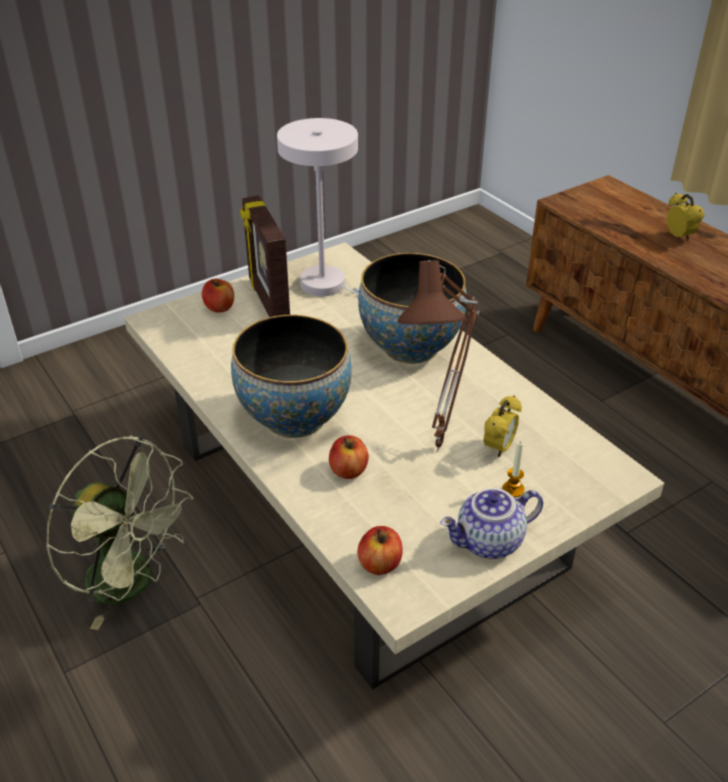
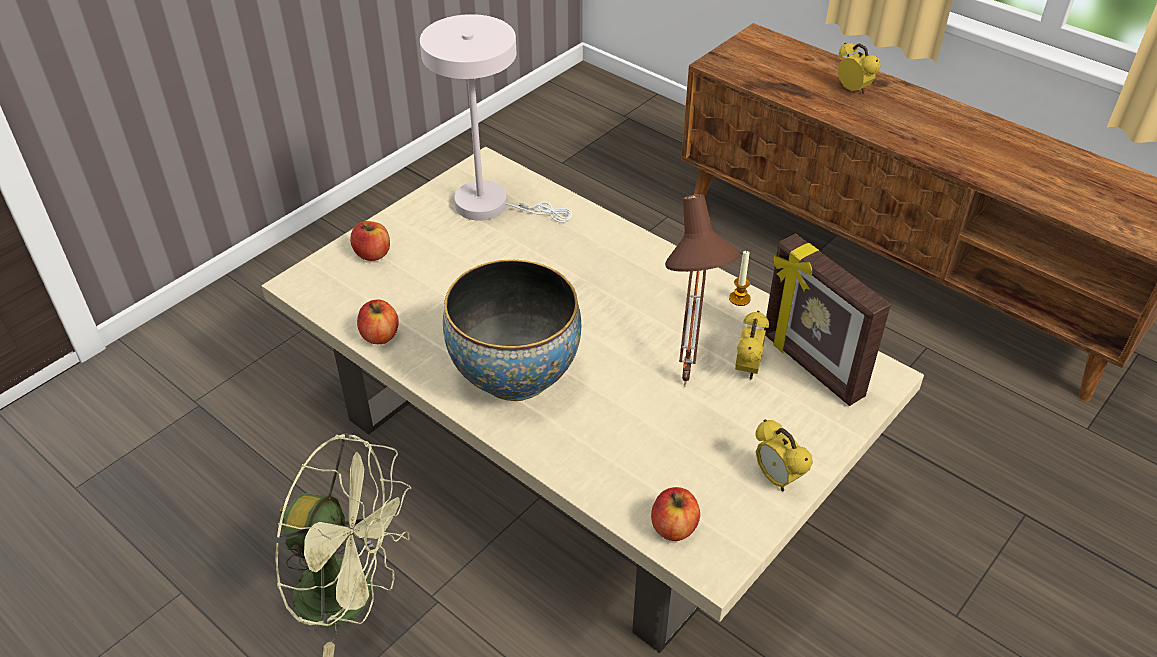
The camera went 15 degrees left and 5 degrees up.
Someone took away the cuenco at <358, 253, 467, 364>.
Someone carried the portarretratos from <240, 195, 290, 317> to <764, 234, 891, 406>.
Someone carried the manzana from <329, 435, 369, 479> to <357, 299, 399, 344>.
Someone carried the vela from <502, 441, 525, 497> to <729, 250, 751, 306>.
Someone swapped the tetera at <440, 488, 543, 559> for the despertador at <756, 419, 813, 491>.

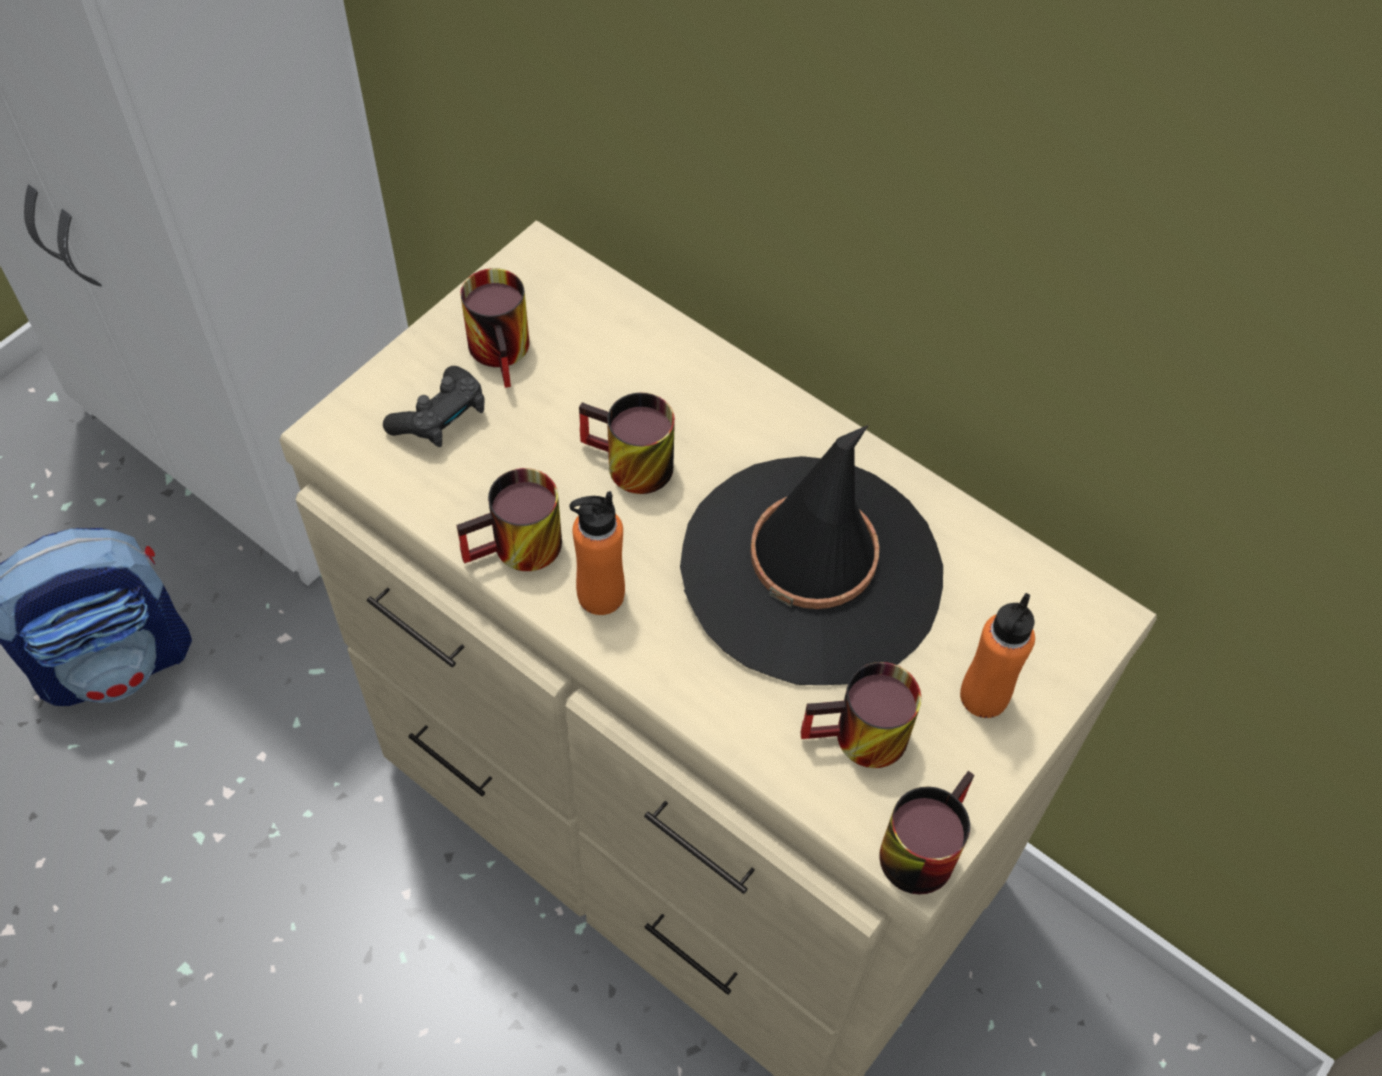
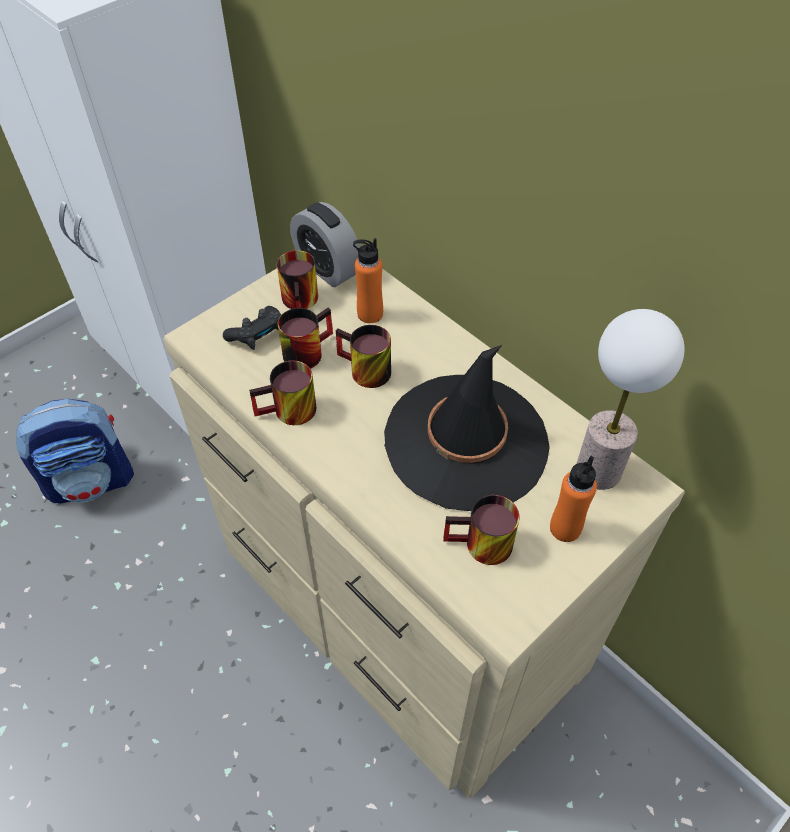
The camera went 10 degrees right and 5 degrees down.
Someone put down the despertador at <290, 202, 360, 287>.
Someone put down the lámpara de mesa at <577, 309, 685, 490>.
Someone carried the botella/naranja from <569, 491, 625, 615> to <353, 238, 383, 323>.
Someone carried the taza grande from <879, 771, 974, 894> to <278, 308, 333, 369>.

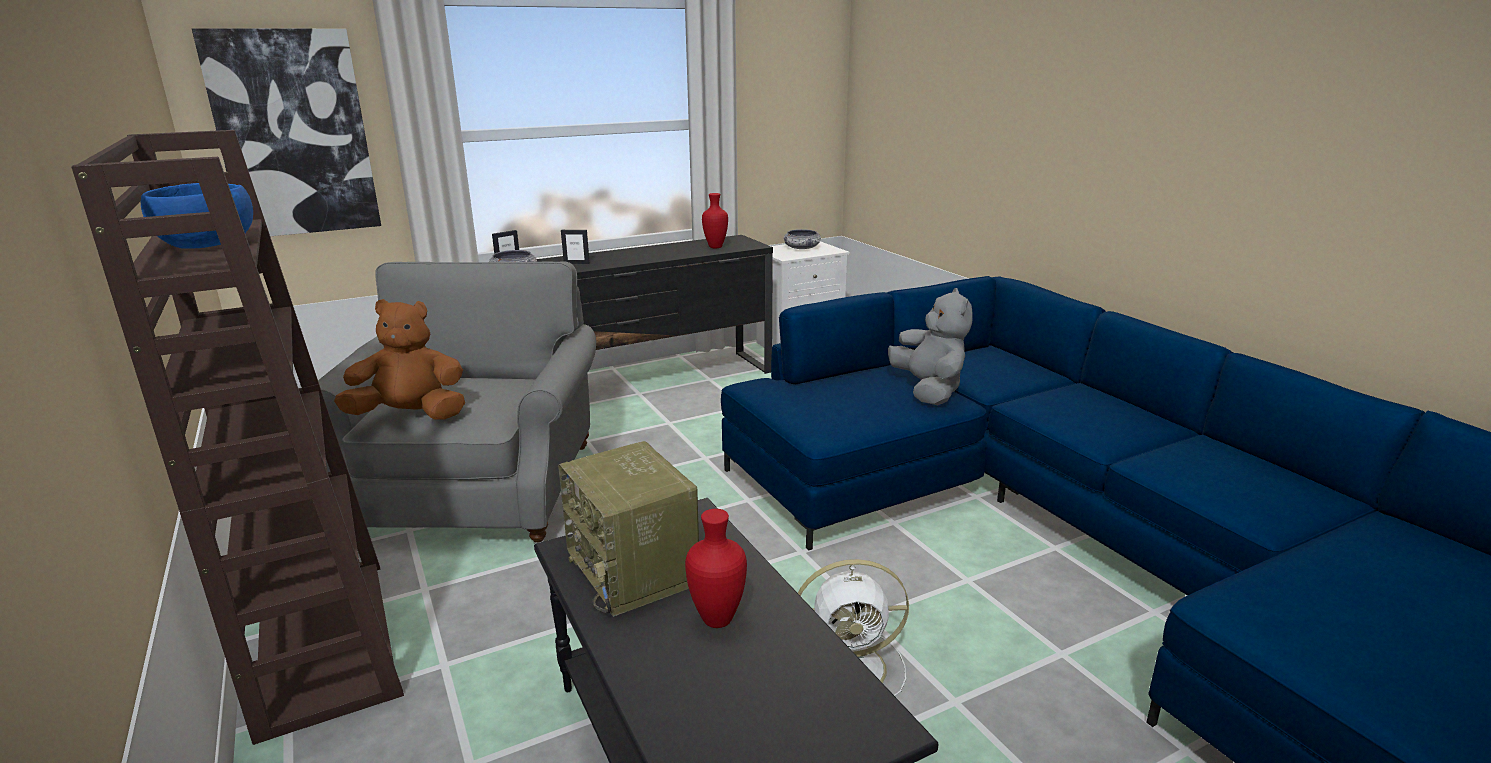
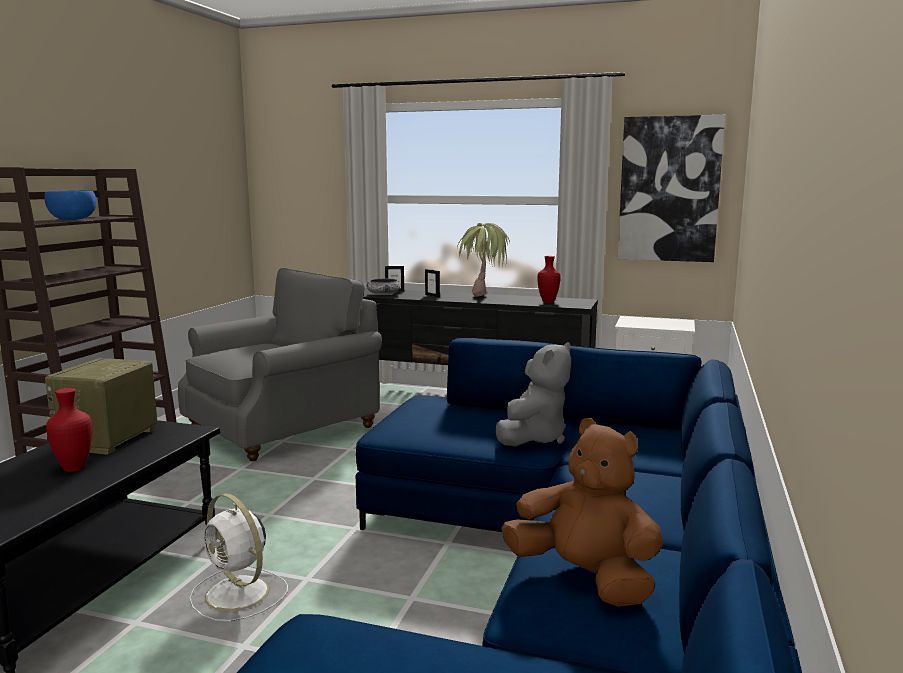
The camera went 45 degrees right and 10 degrees down.
Someone took away the cuenco at <783, 229, 821, 249>.
Someone put down the planta en maceta at <457, 223, 510, 297>.
Someone carried the cuadro from <192, 28, 381, 236> to <617, 115, 725, 262>.
Someone carried the peluche/marrón from <334, 299, 465, 420> to <501, 418, 663, 607>.

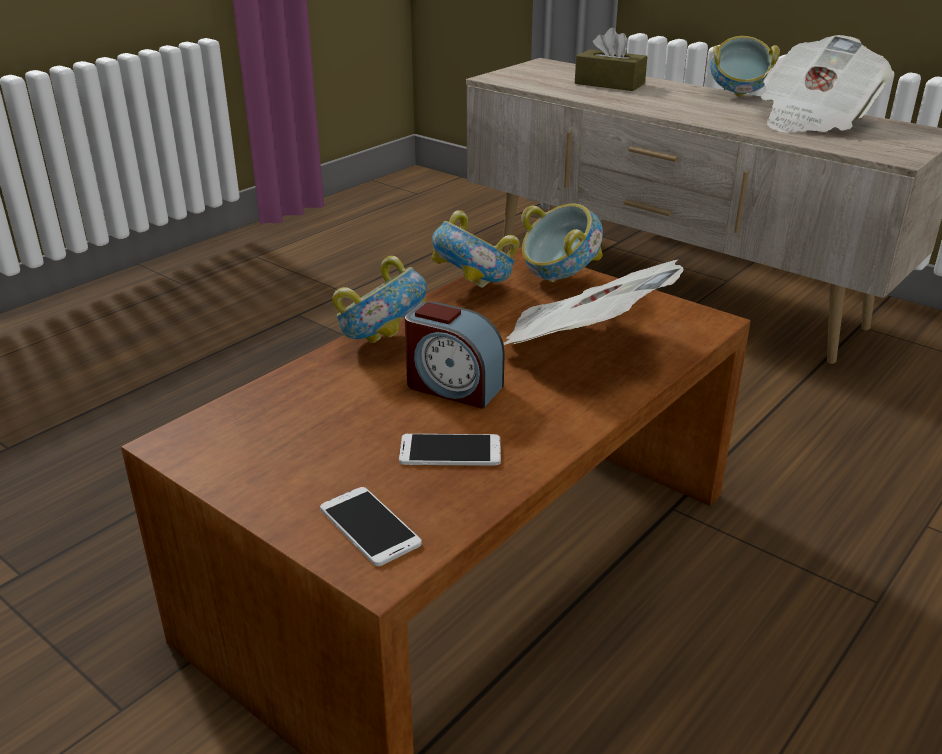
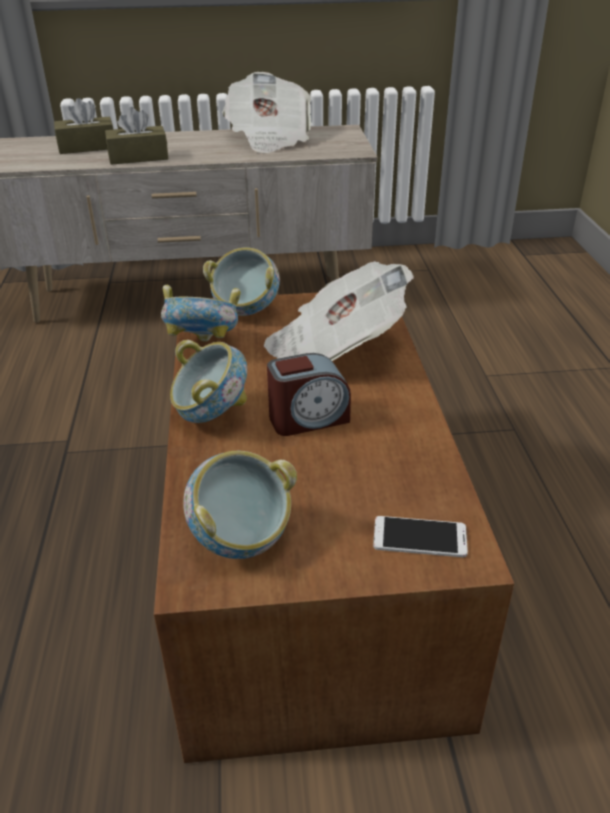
The camera went 45 degrees left and 5 degrees up.
Someone took away the móvil at <399, 434, 501, 466>.
Someone put down the caja de pañuelos/marrón at <105, 107, 169, 165>.
Someone carried the cuenco from <710, 36, 780, 97> to <183, 451, 297, 559>.

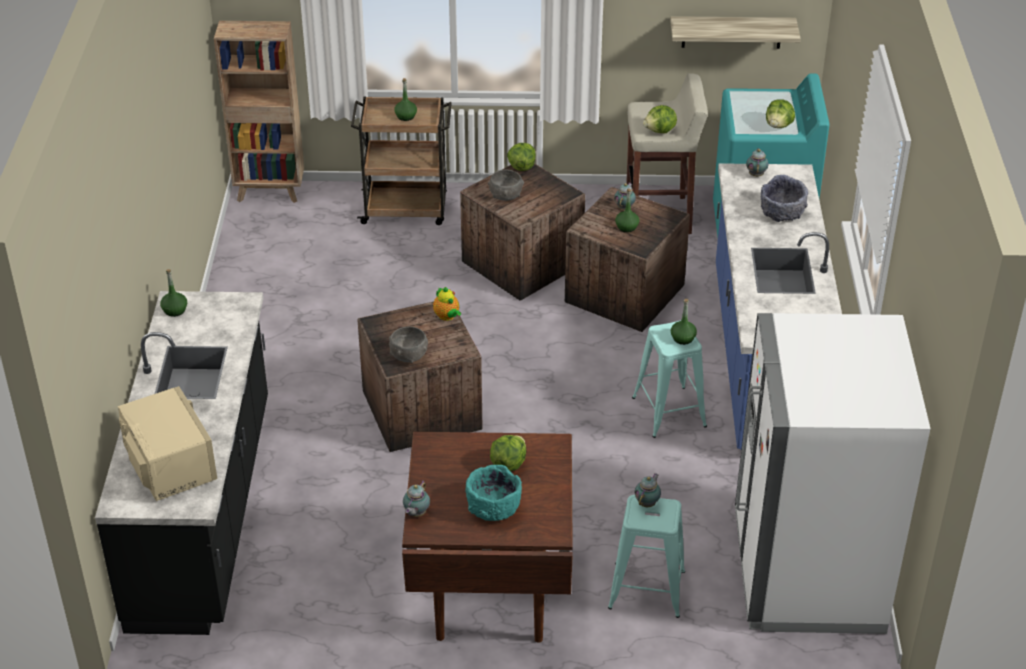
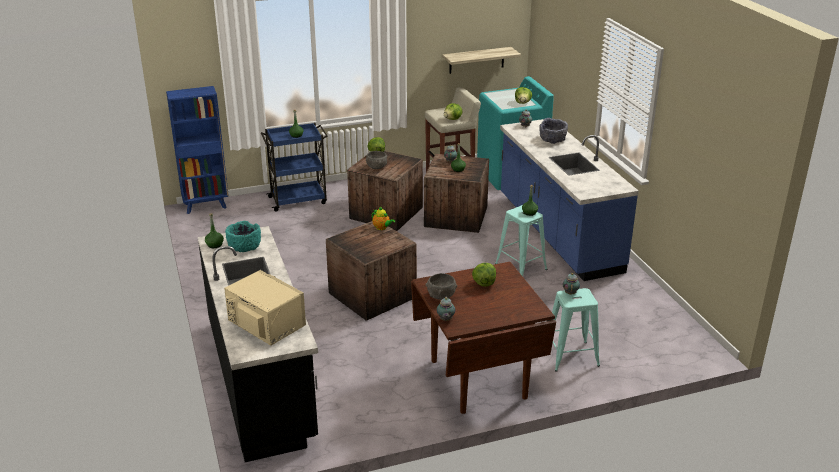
The camera went 20 degrees left and 10 degrees down.
Someone took away the nevera/blanco at <735, 313, 930, 634>.
Someone carried the cuenco/gris from <389, 326, 428, 363> to <425, 273, 457, 300>.
Someone carried the cuenco/turquesa from <465, 465, 522, 521> to <225, 221, 261, 252>.
Someone repainted the estantería/marrón at <214, 21, 304, 203>, which became the estantería/azul at <166, 86, 229, 214>.
Someone repainted the carrito/marrón at <351, 96, 452, 225>, which became the carrito/azul at <261, 123, 327, 212>.

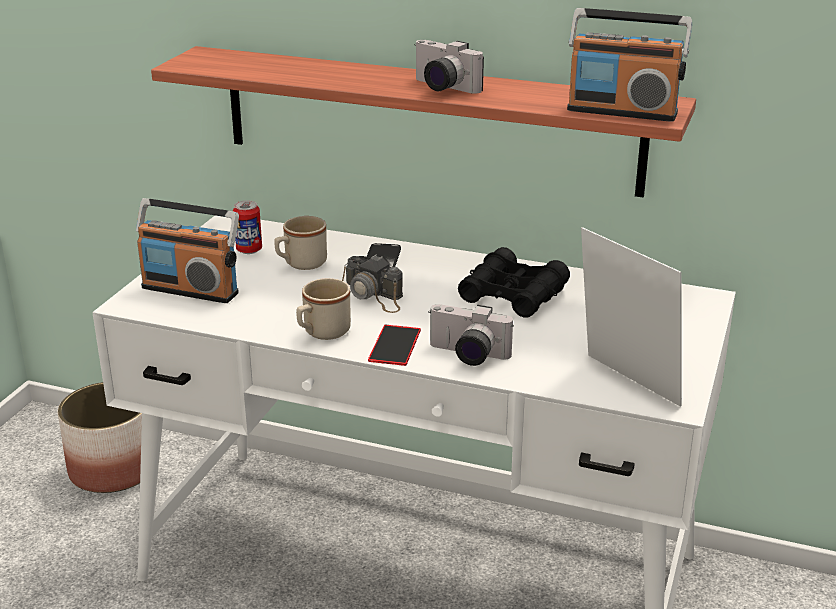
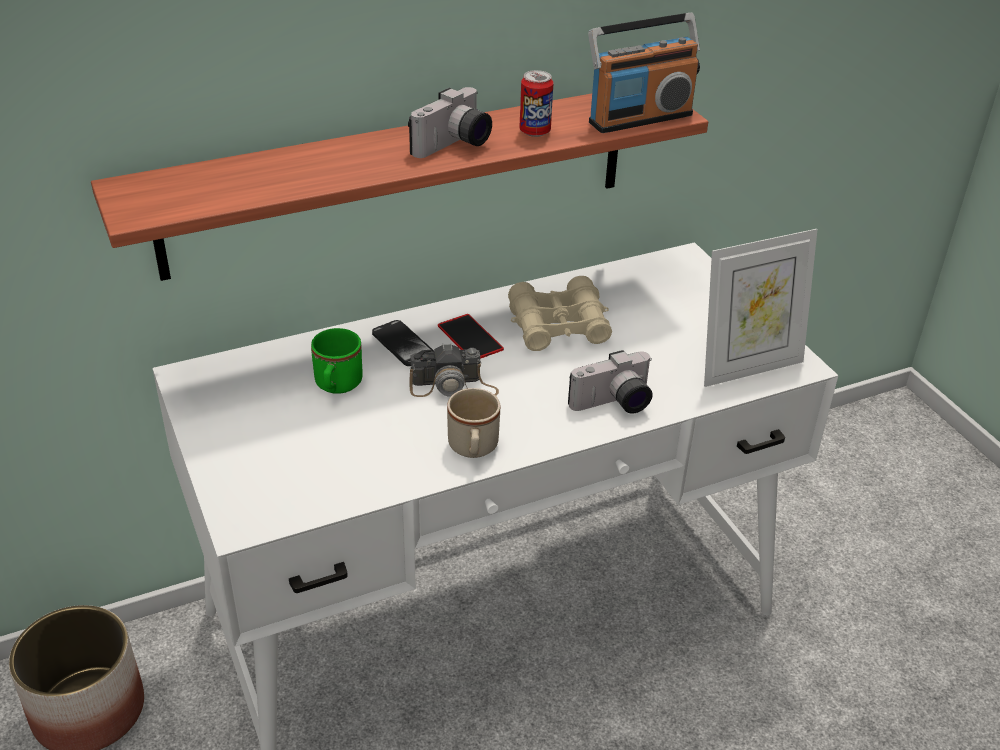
The camera went 45 degrees left and 10 degrees up.
Someone took away the radio at <136, 198, 239, 303>.
Someone carried the lata from <233, 200, 262, 254> to <519, 70, 554, 137>.
Someone carried the móvil from <368, 325, 421, 366> to <438, 314, 504, 359>.
Someone repainted the taza grande/beis at <275, 216, 327, 270>, which became the taza grande/verde at <311, 328, 362, 394>.
Someone repainted the prismáticos/negro at <458, 247, 570, 318>, which became the prismáticos/beis at <508, 276, 612, 351>.
Someone rotated the cámara at <414, 40, 484, 94> by 45 degrees counterclockwise.
Someone rotated the portarretratos at <581, 227, 682, 407> by 150 degrees clockwise.

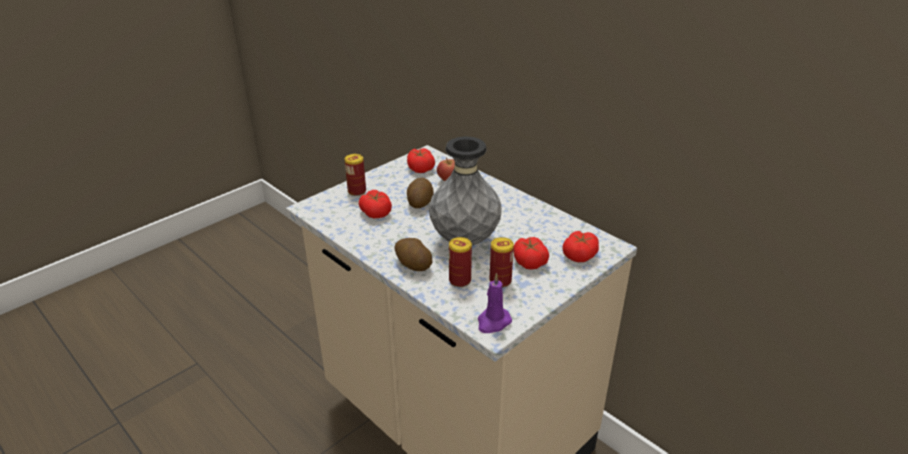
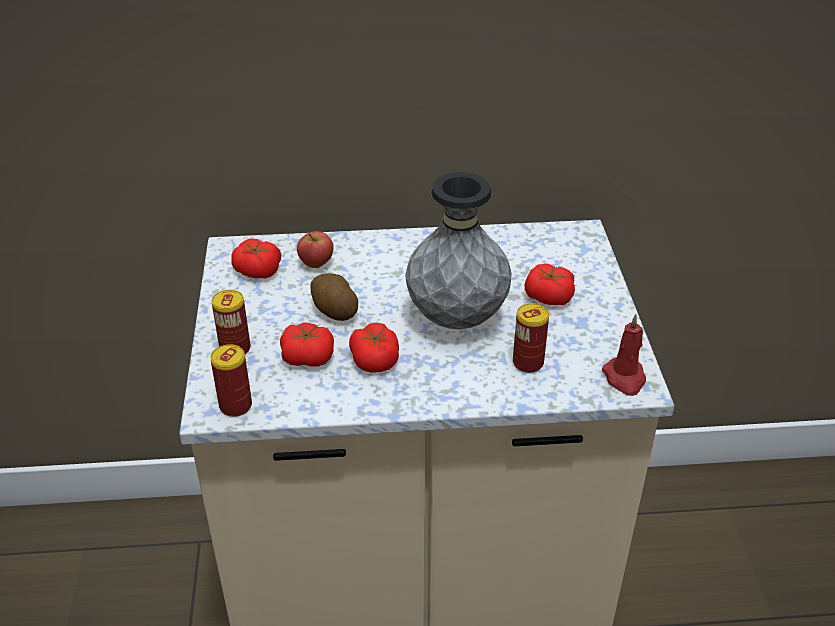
The camera went 50 degrees left and 5 degrees up.
Someone took away the patata at <394, 238, 432, 271>.
Someone carried the lata from <490, 237, 514, 288> to <210, 344, 252, 417>.
Someone carried the tomate from <562, 231, 599, 262> to <349, 323, 399, 373>.
Someone repainted the vela/morado at <478, 273, 512, 333>, which became the vela/rojo at <602, 314, 646, 396>.

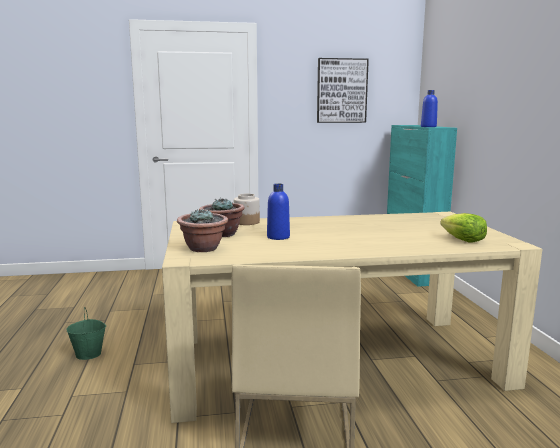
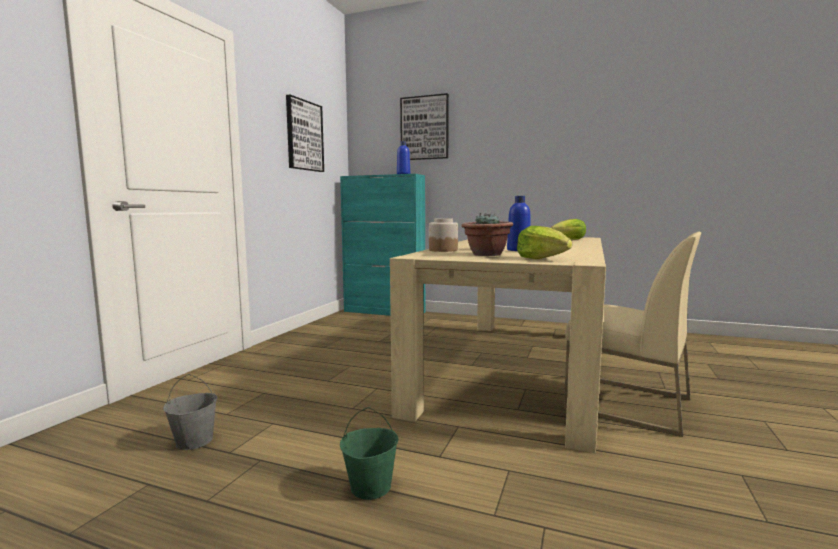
The camera went 60 degrees left and 5 degrees down.
Someone put down the cubo/gris at <163, 374, 217, 450>.
Someone put up the cuadro at <400, 93, 449, 160>.
Someone swapped the planta en maceta at <177, 209, 228, 252> for the lechuga at <517, 226, 572, 259>.

